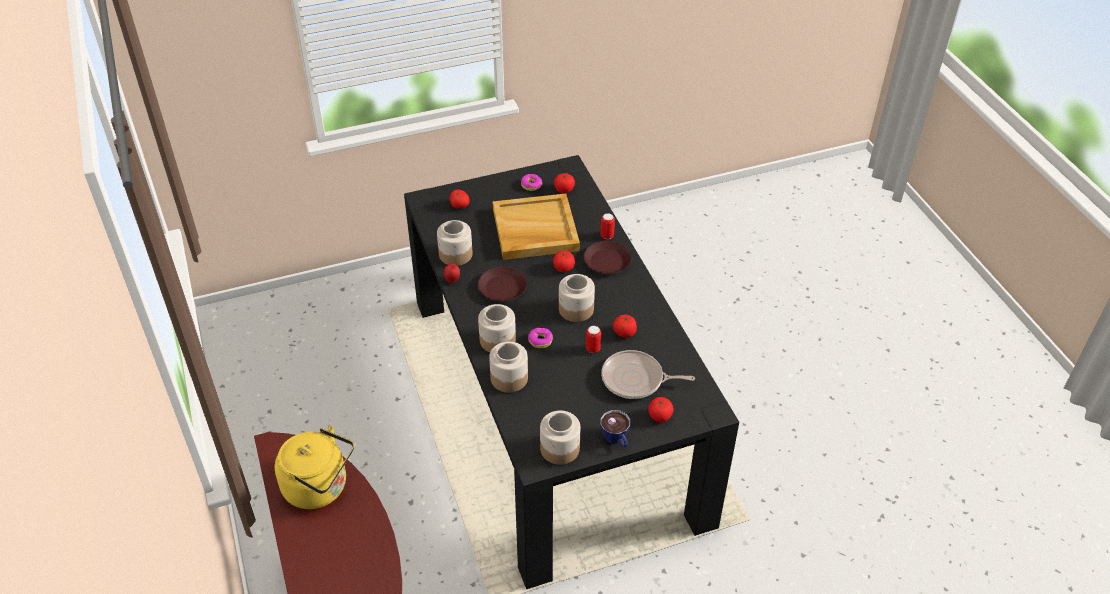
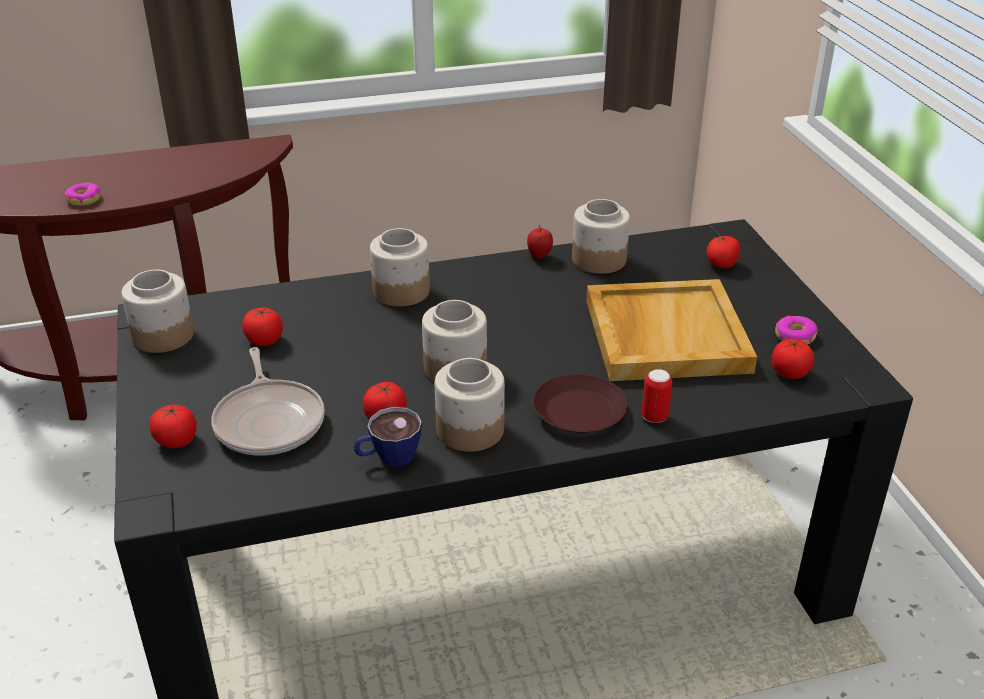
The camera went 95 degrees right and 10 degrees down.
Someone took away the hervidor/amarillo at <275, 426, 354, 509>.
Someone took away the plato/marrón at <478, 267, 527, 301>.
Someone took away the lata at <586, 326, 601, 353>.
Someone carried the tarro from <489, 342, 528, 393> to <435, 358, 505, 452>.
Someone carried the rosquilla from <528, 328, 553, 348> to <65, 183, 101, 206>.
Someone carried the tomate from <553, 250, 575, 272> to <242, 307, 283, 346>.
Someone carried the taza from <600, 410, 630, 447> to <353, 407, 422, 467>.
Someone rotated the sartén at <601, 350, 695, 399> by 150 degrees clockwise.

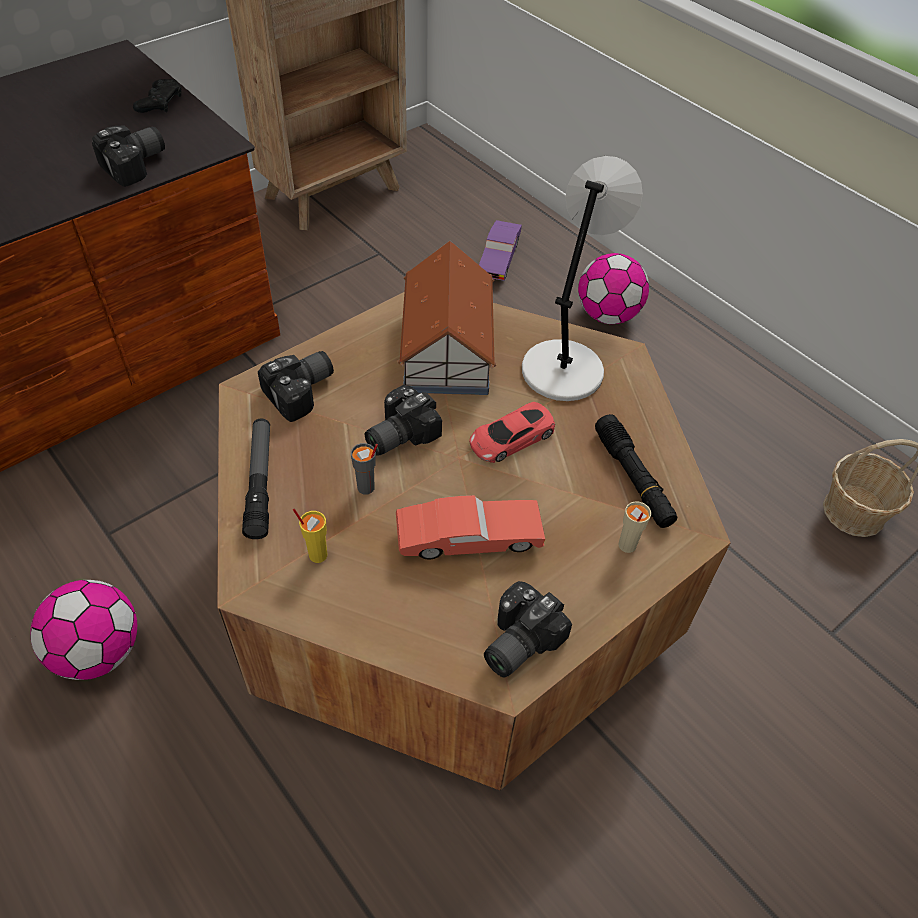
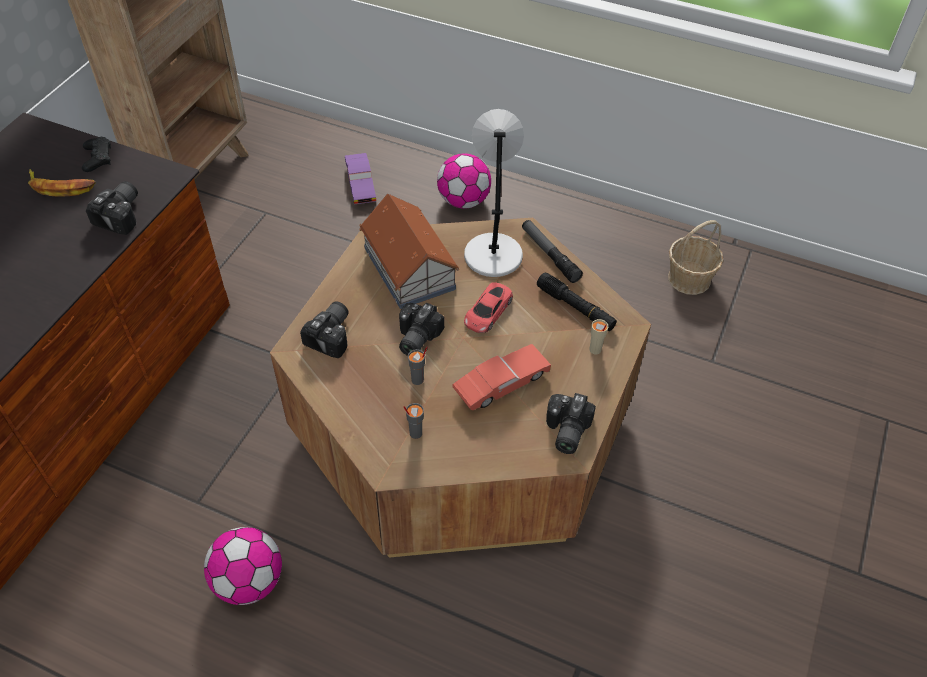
The camera went 25 degrees left and 0 degrees up.
Someone put down the plátano at <28, 169, 95, 197>.
Someone carried the linterna from <242, 418, 270, 539> to <522, 220, 583, 283>.
Someone repainted the taza/amarillo at <293, 509, 327, 563>, which became the taza/gris at <403, 403, 424, 439>.

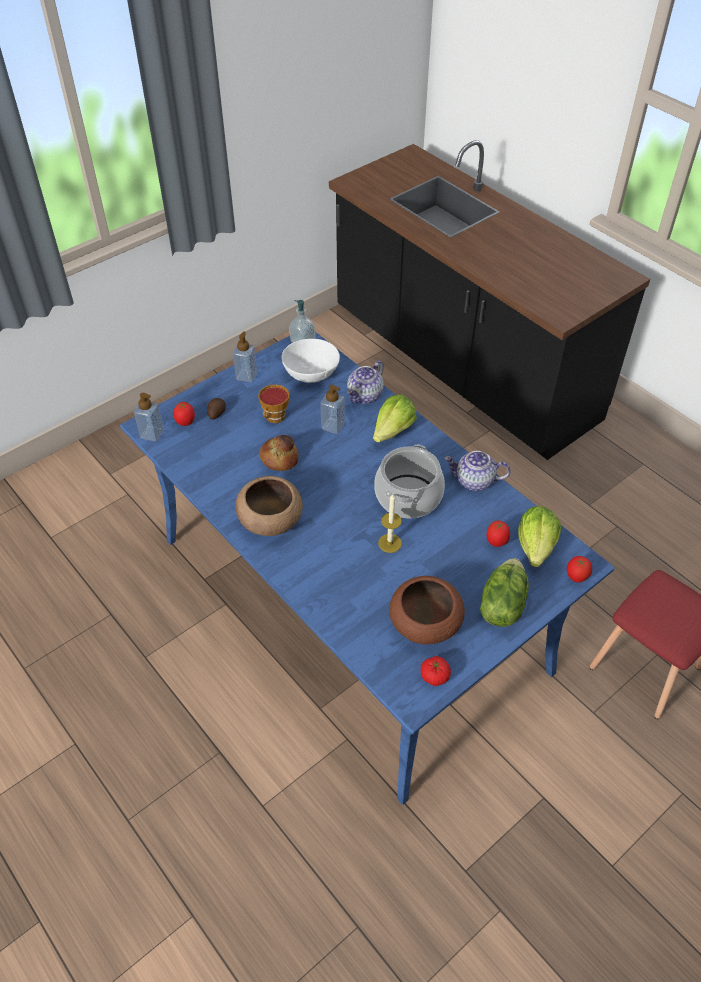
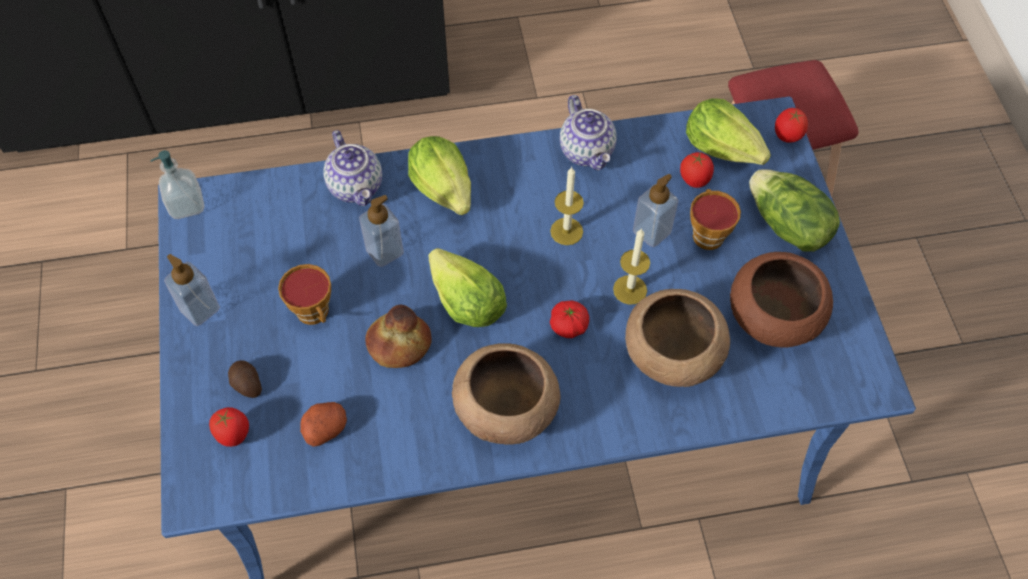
The camera went 60 degrees left and 10 degrees up.
Someone took away the cuenco/blanco at <282, 339, 340, 383>.
Someone put down the patata at <300, 402, 347, 447>.
Someone put down the lechuga at <428, 248, 507, 327>.
Someone put down the cuenco/marrón at <625, 289, 730, 387>.
Someone put down the taza at <690, 189, 741, 250>.
Someone carried the dispensador de jabón from <134, 393, 164, 442> to <633, 174, 679, 247>.
Someone carried the tomate from <421, 656, 451, 686> to <550, 300, 589, 338>.
Someone swapped the olla at <374, 445, 445, 518> for the vela at <550, 167, 584, 245>.
Someone rotated the tetera at <444, 451, 511, 491> by 60 degrees counterclockwise.

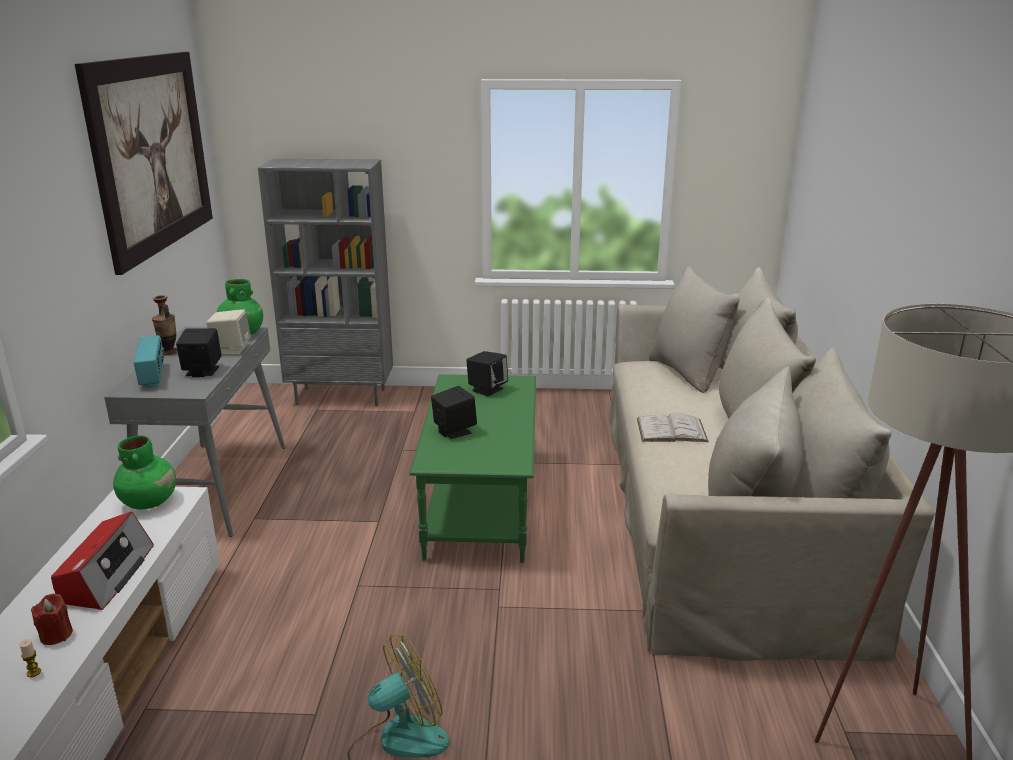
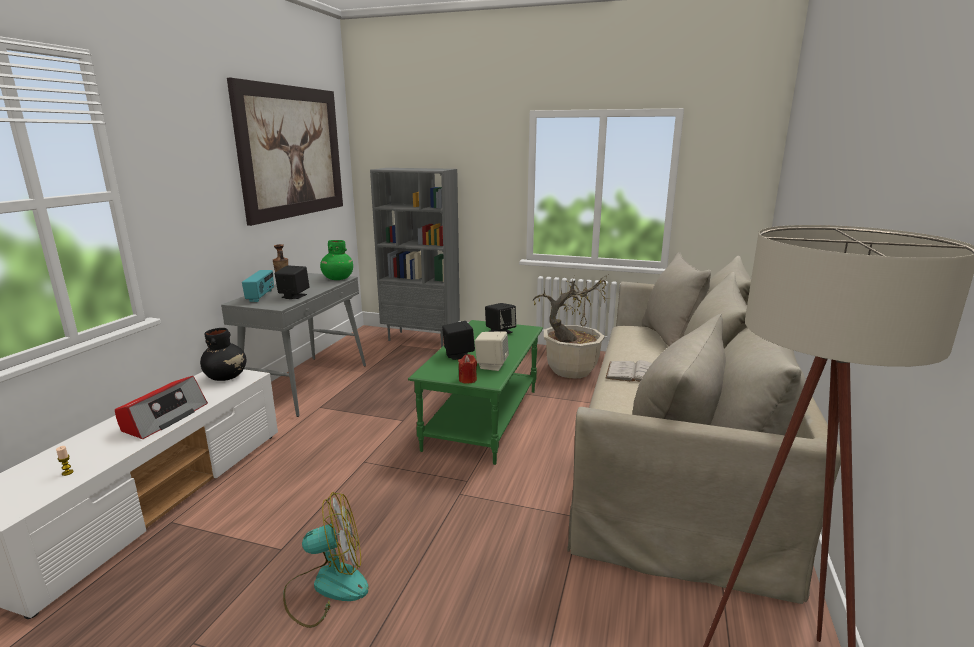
The camera went 15 degrees right and 5 degrees down.
Someone put down the planta en maceta at <533, 274, 611, 379>.
Someone carried the vela/rojo from <31, 594, 73, 645> to <458, 354, 477, 384>.
Someone carried the altavoz/beis from <206, 309, 251, 355> to <475, 331, 509, 371>.
Someone repainted the florero/verde at <113, 435, 176, 509>, which became the florero/negro at <200, 328, 246, 381>.

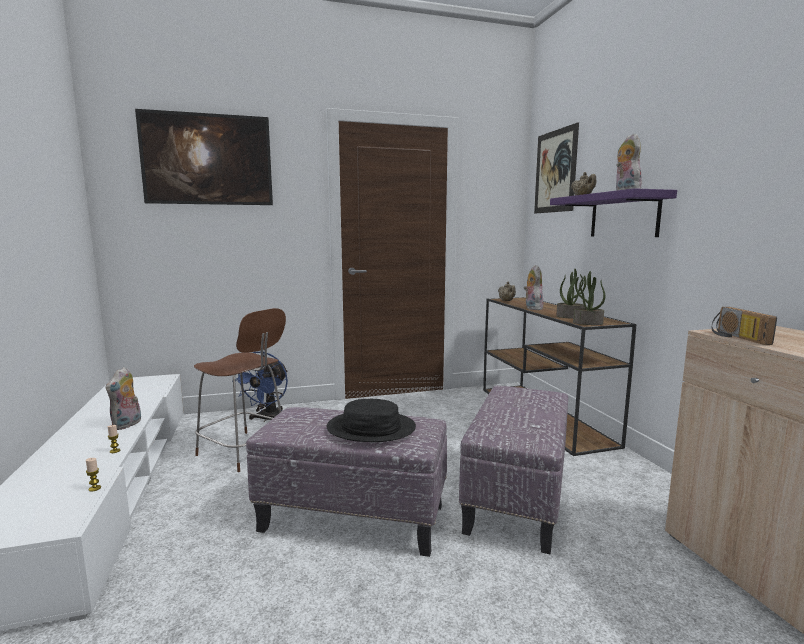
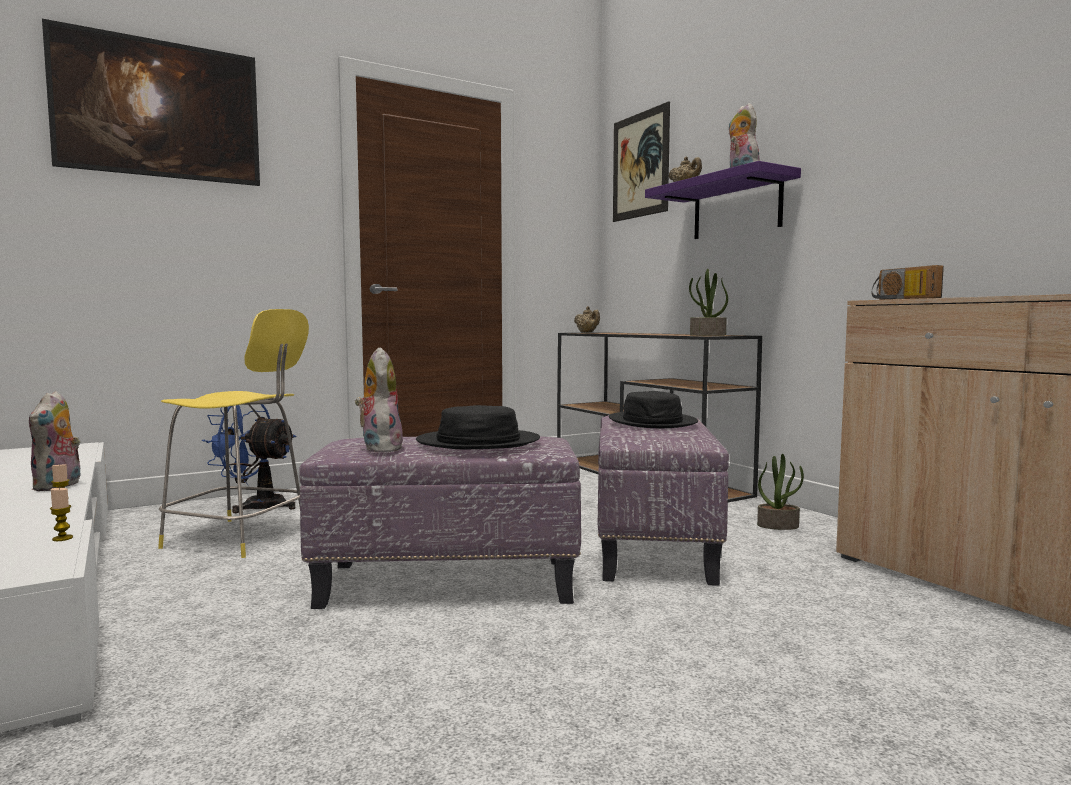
The camera went 15 degrees left and 5 degrees down.
Someone put down the sombrero/negro at <609, 391, 698, 428>.
Someone carried the peluche from <524, 265, 543, 310> to <355, 348, 403, 453>.
Someone carried the planta en maceta from <556, 269, 587, 319> to <757, 454, 804, 530>.
Someone repainted the taburete/marrón at <194, 308, 286, 472>, which became the taburete/amarillo at <158, 309, 309, 558>.
Someone rotated the ventilador/azul at <232, 352, 288, 422> by 105 degrees clockwise.

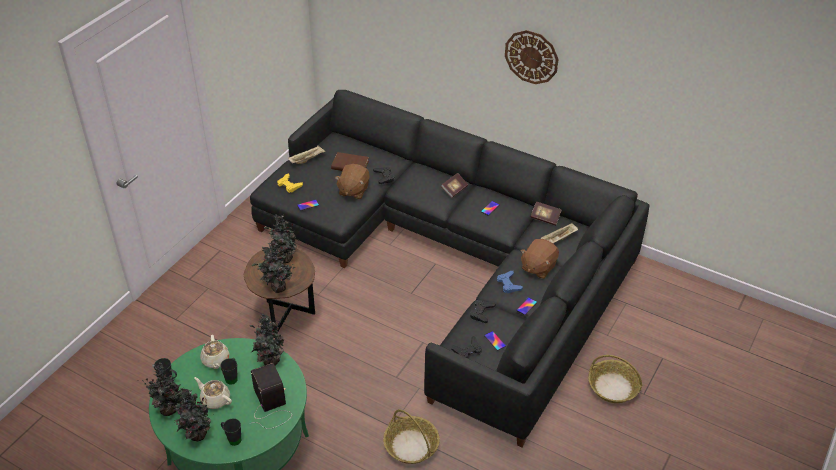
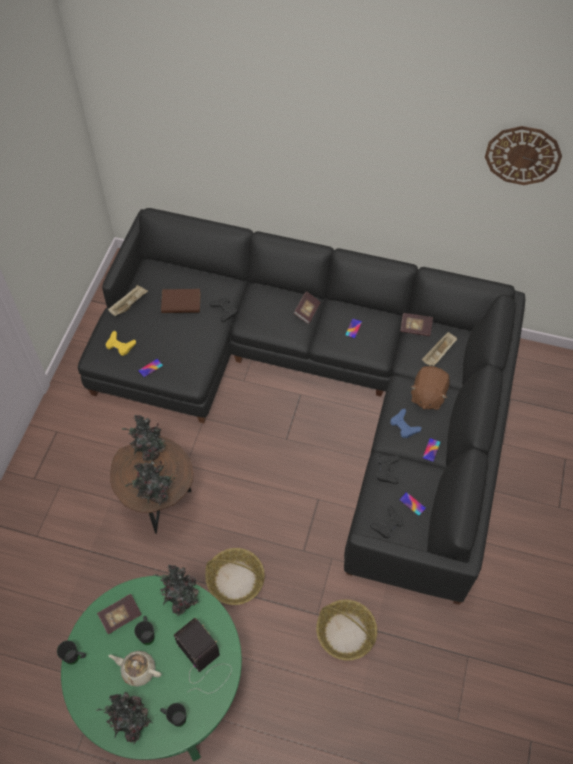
The camera went 15 degrees left and 15 degrees up.
Someone took away the planta en maceta at <138, 363, 190, 416>.
Someone took away the peluche/marrón at <335, 164, 370, 199>.
Someone carried the reloj de pared from <505, 30, 559, 84> to <485, 126, 562, 185>.
Someone carried the cesta from <588, 355, 642, 403> to <205, 548, 265, 605>.
Someone swapped the tetera/beis at <200, 335, 230, 369> for the libro at <97, 594, 142, 634>.

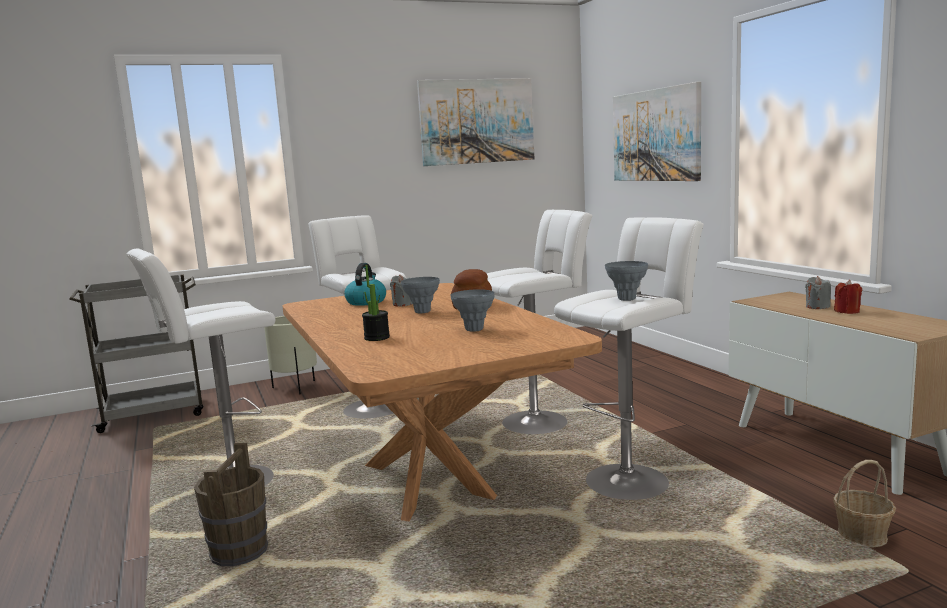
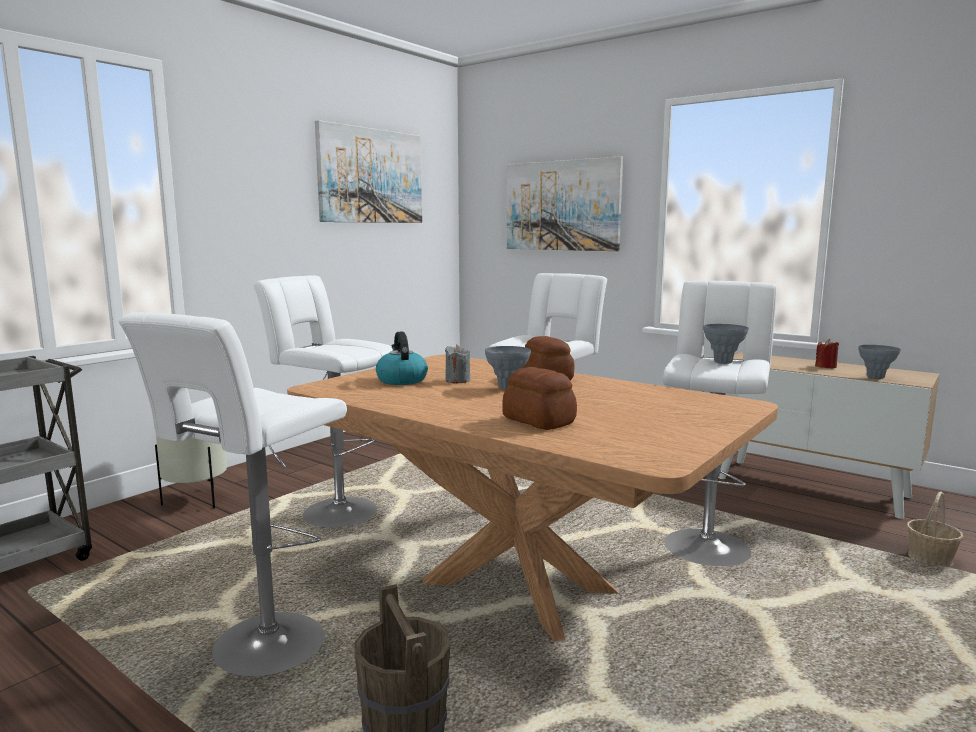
The camera went 30 degrees left and 0 degrees up.
Someone took away the vela/gris at <805, 276, 831, 309>.
Someone carried the florero/gris from <451, 289, 494, 332> to <858, 345, 901, 379>.
Someone swapped the planta en maceta at <362, 265, 390, 341> for the pan at <502, 367, 577, 430>.

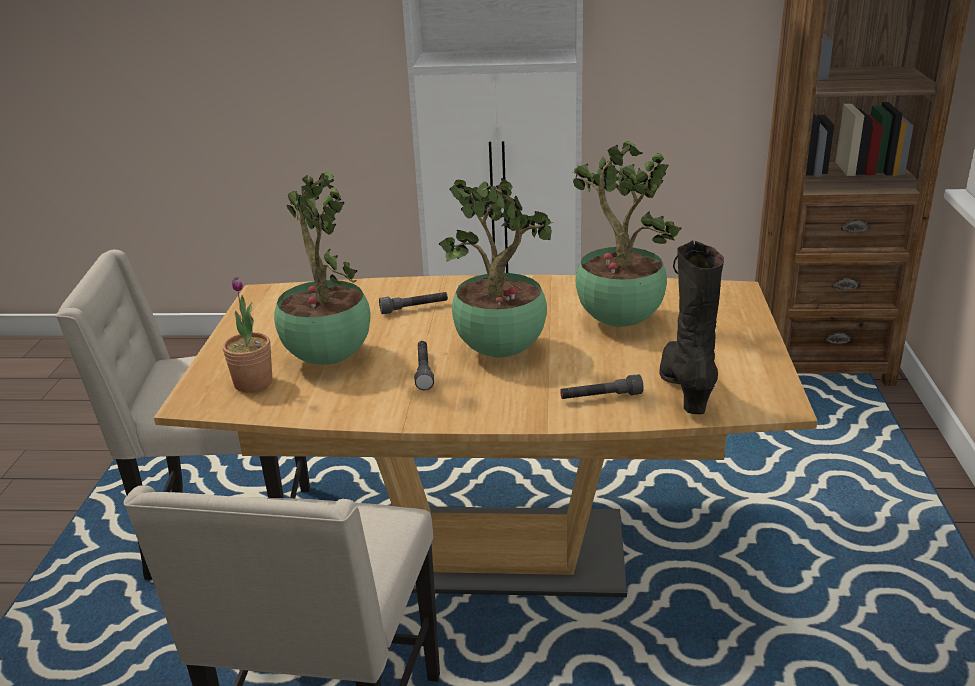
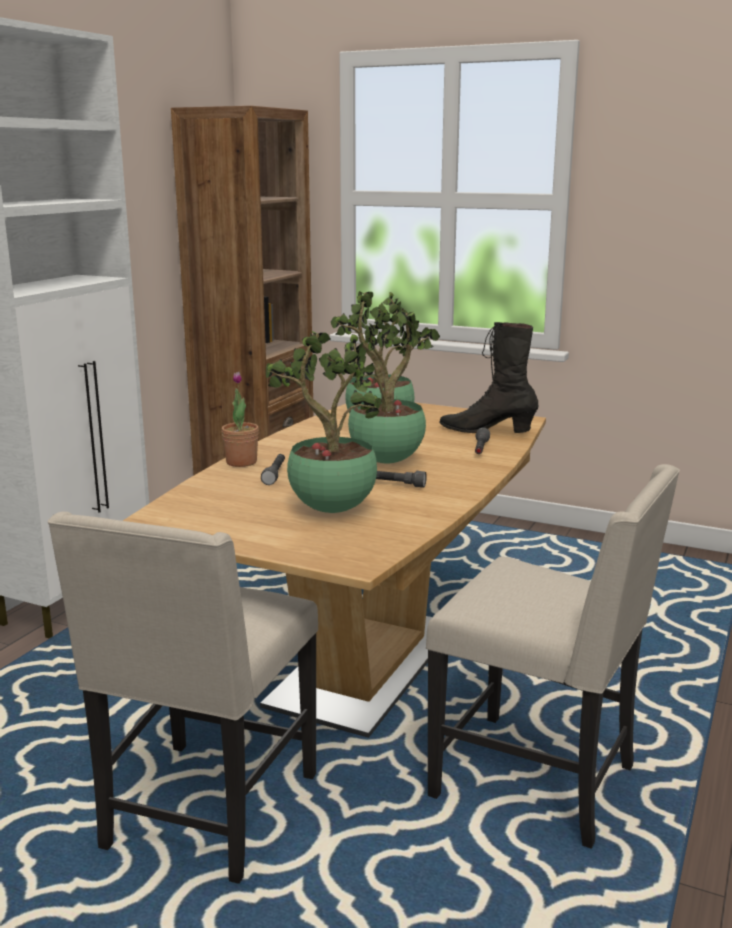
The camera went 70 degrees left and 10 degrees down.
Someone carried the planta en maceta from <223, 277, 272, 393> to <222, 372, 259, 467>.

